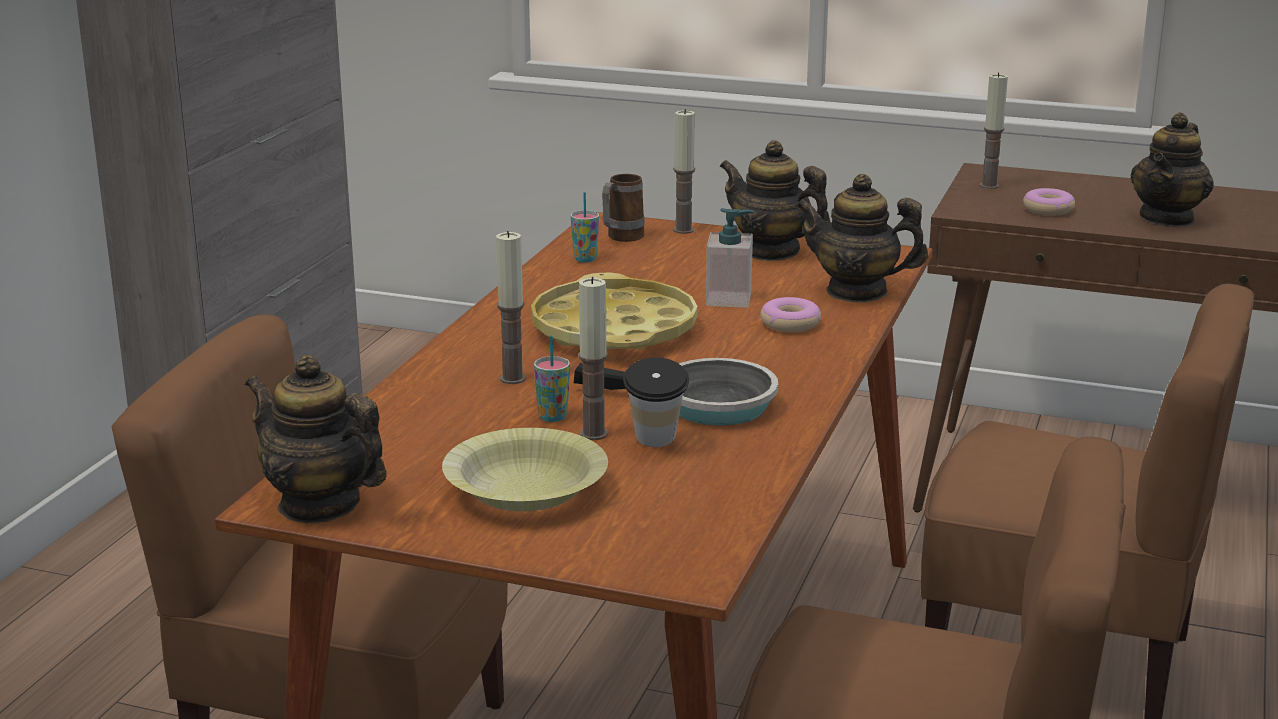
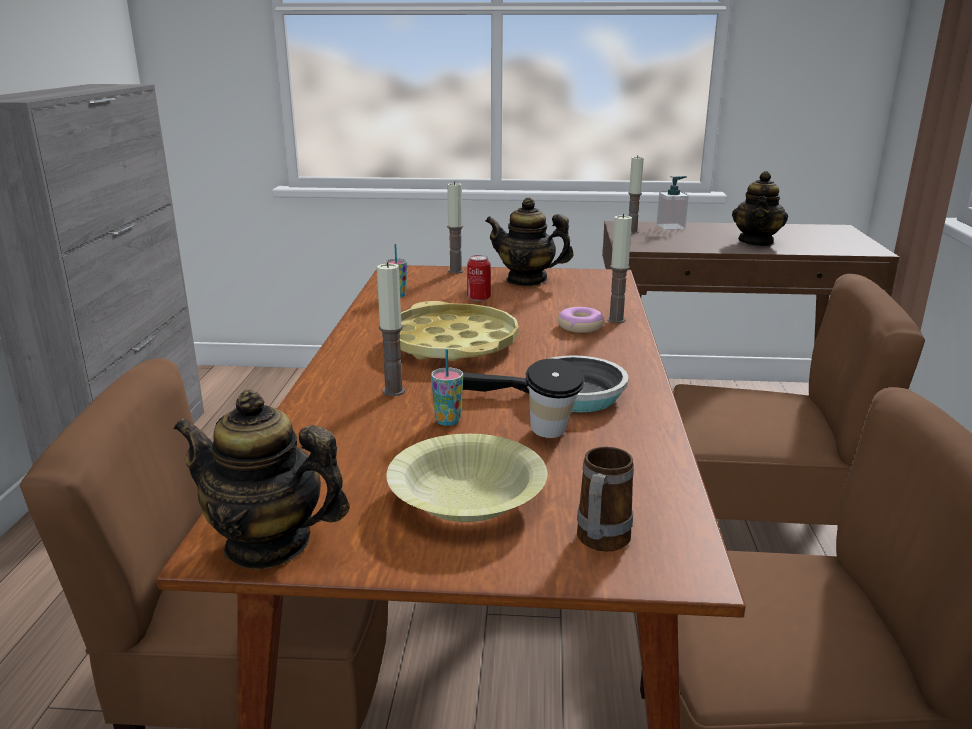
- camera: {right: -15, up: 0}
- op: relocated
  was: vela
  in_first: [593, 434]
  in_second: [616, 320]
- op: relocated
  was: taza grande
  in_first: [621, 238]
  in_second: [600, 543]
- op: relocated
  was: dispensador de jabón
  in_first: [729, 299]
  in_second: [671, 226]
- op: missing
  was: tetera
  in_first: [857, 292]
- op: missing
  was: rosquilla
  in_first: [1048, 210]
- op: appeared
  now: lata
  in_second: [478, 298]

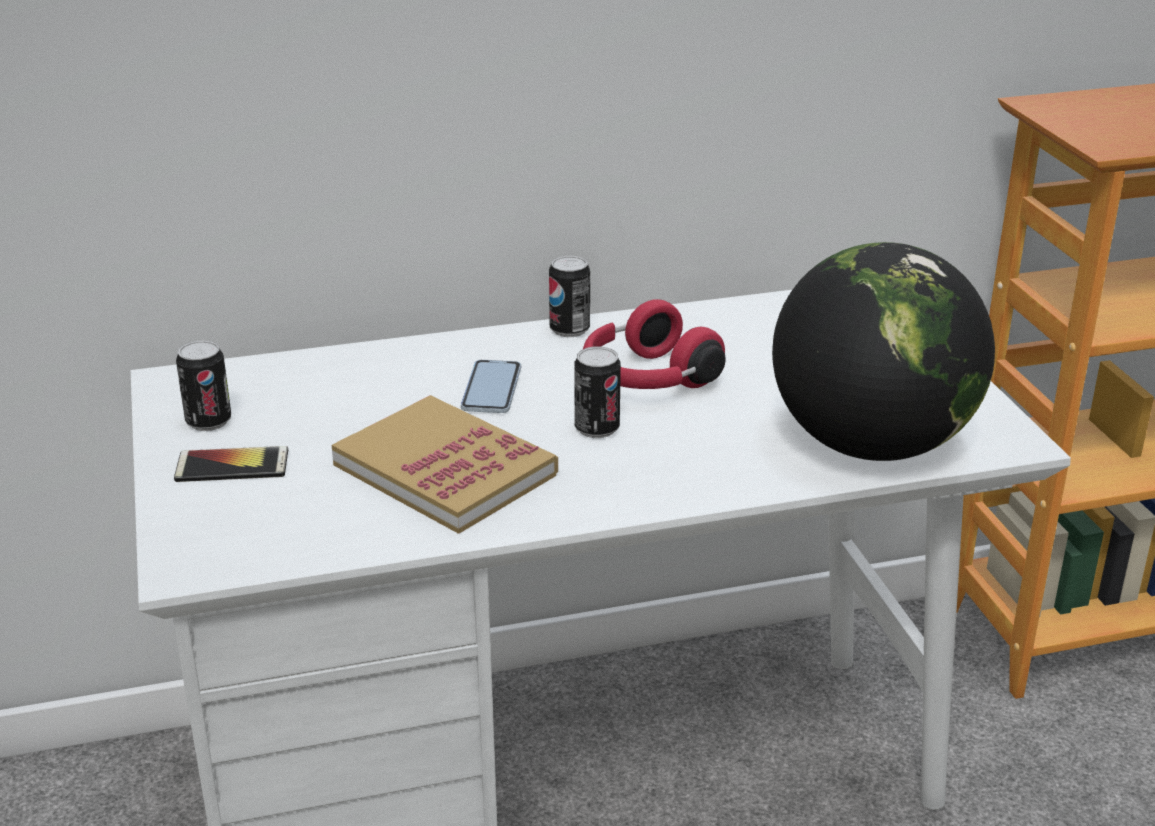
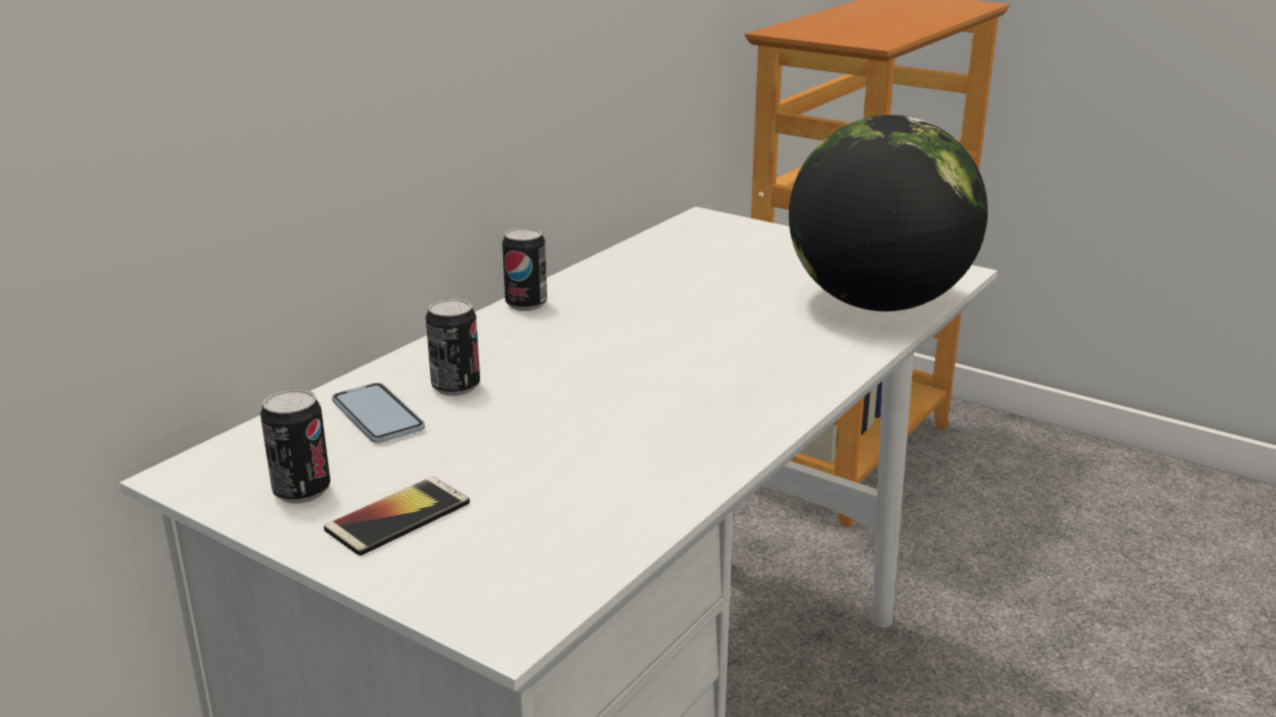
- camera: {right: -40, up: -5}
- op: missing
  was: libro
  in_first: [445, 469]
- op: relocated
  was: móvil
  in_first: [491, 389]
  in_second: [377, 415]
- op: relocated
  was: lata
  in_first: [597, 428]
  in_second: [456, 387]
- op: missing
  was: auriculares [rojo]
  in_first: [646, 379]

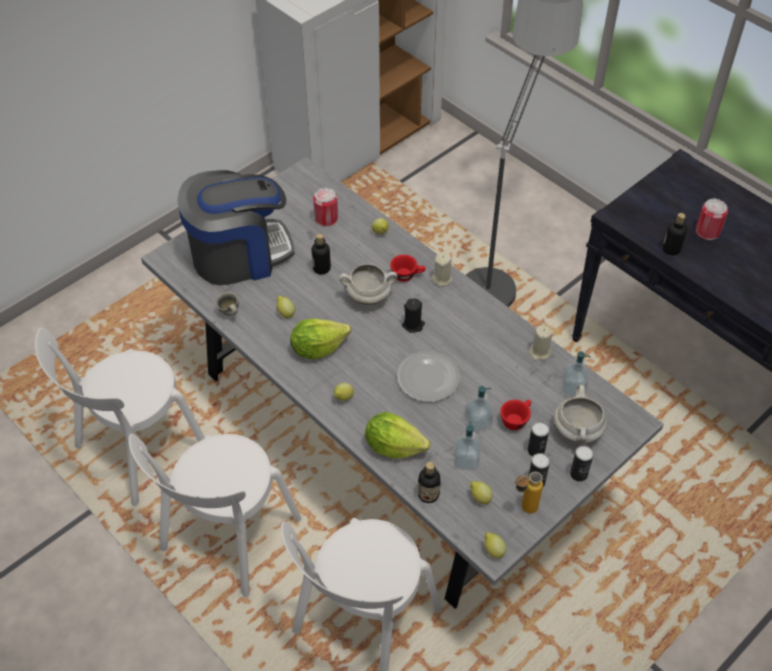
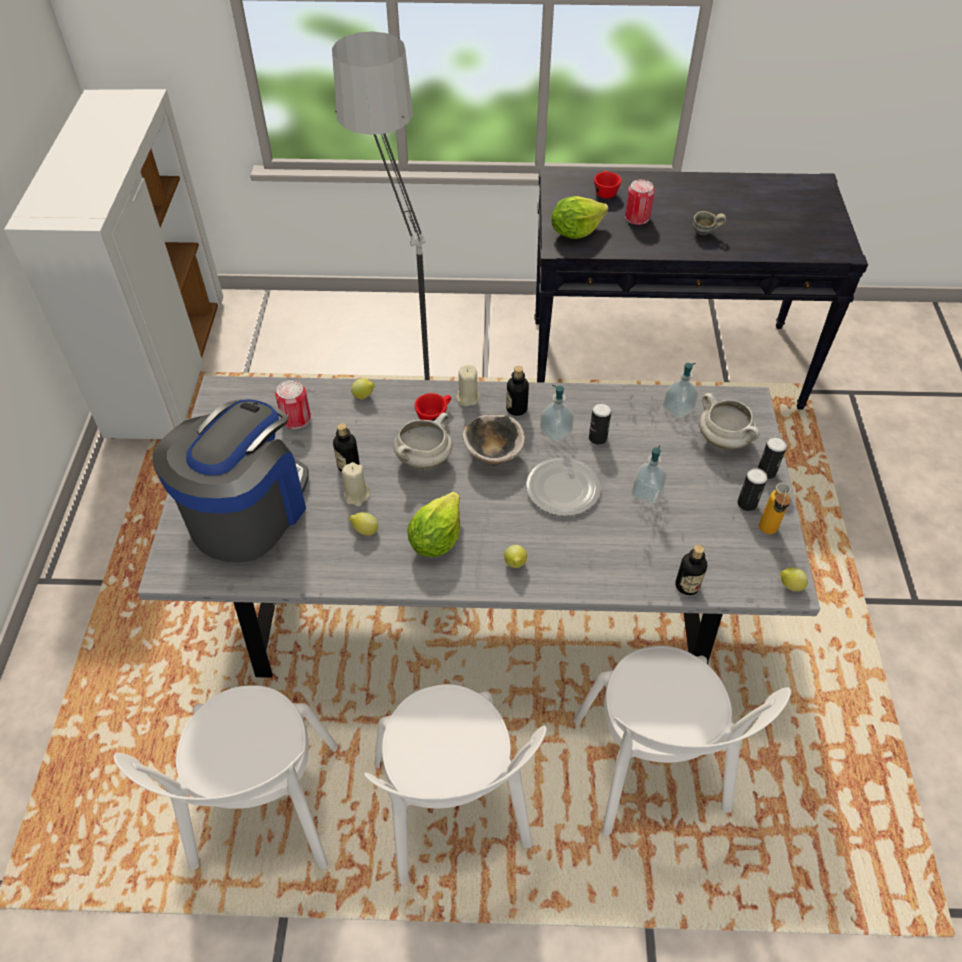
- camera: {right: -45, up: 0}
- op: relocated
  was: taza grande [gris]
  in_first: [229, 314]
  in_second: [704, 234]
- op: relocated
  was: lechuga
  in_first: [394, 446]
  in_second: [575, 231]
- op: exchanged
  was: vela [negro]
  now: cuenco
  in_first: [413, 325]
  in_second: [493, 454]
- op: relocated
  was: dispensador de jabón
  in_first: [466, 460]
  in_second: [555, 432]
- op: missing
  was: limón
  in_first: [480, 498]
- op: relocated
  was: taza [rojo]
  in_first: [516, 419]
  in_second: [605, 192]
- op: relocated
  was: lata
  in_first: [536, 450]
  in_second: [597, 438]
- op: relocated
  was: vela [beis]
  in_first: [539, 352]
  in_second: [357, 495]
- op: relocated
  was: botella
  in_first: [671, 249]
  in_second: [516, 408]

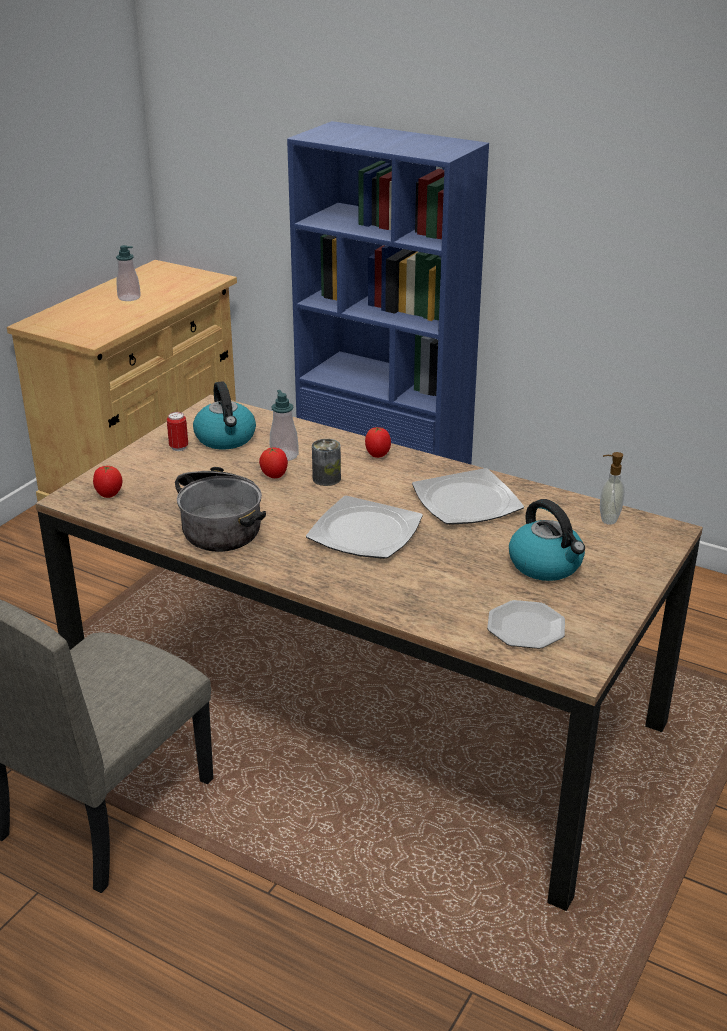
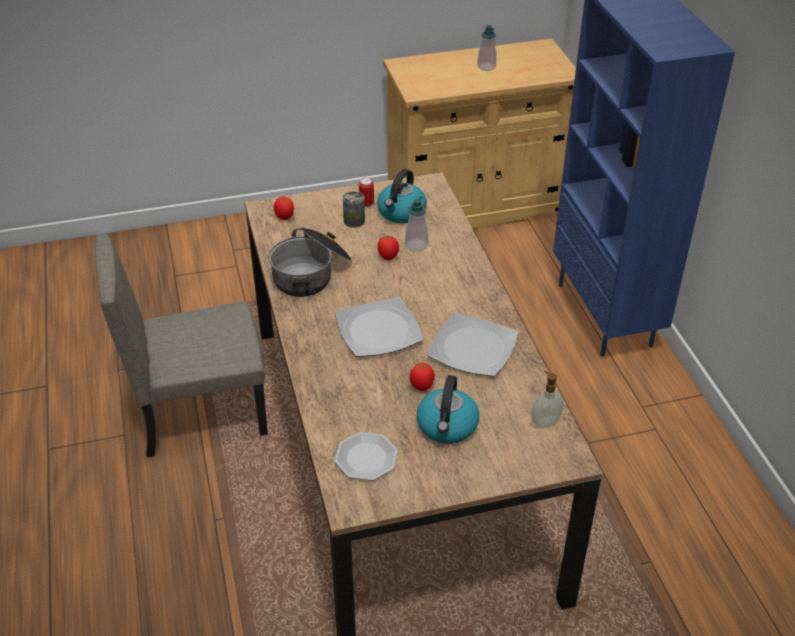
- camera: {right: 45, up: 10}
- op: relocated
  was: lata
  in_first: [326, 478]
  in_second: [354, 221]
- op: relocated
  was: tomate
  in_first: [377, 455]
  in_second: [422, 387]

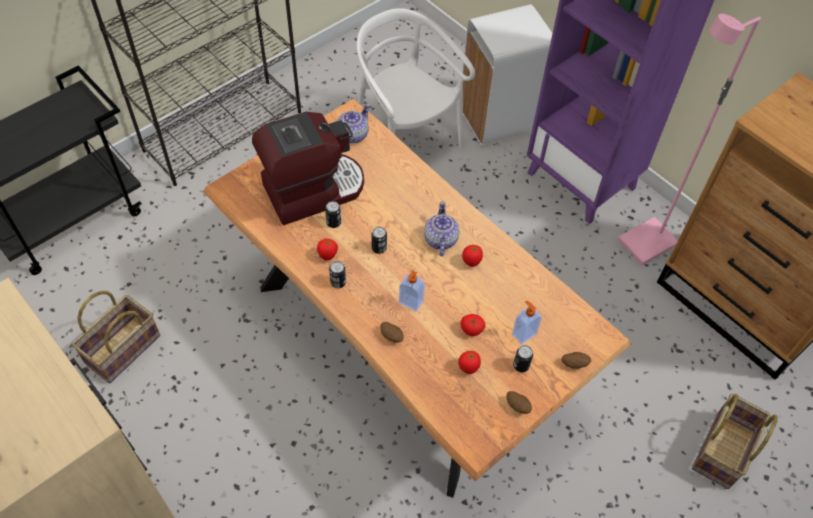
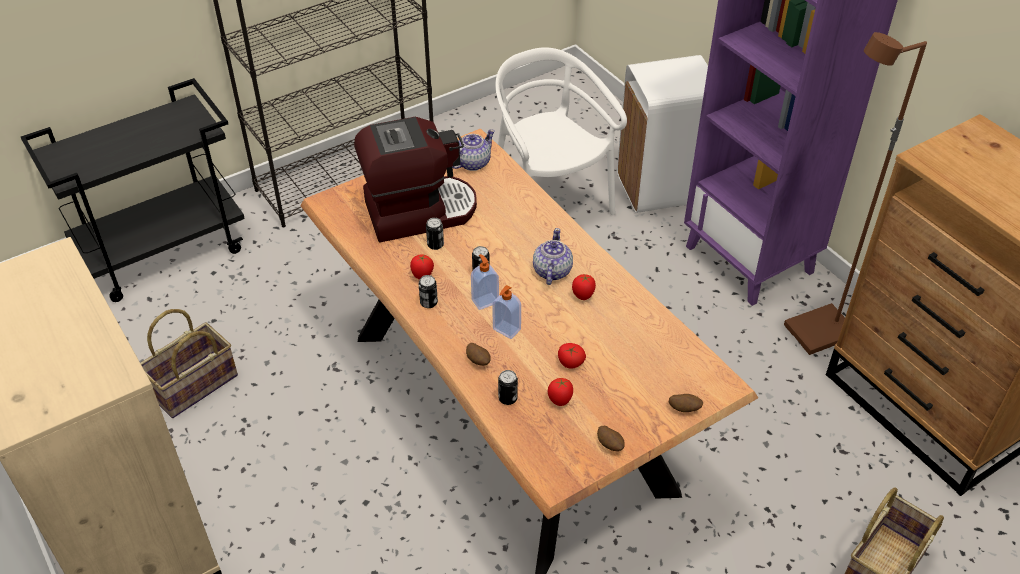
- camera: {right: 10, up: -10}
- op: relocated
  was: dispensador de jabón
  in_first: [523, 334]
  in_second: [484, 301]
- op: relocated
  was: lata
  in_first: [521, 366]
  in_second: [507, 398]
- op: colour
  was: lámpara de pie [rosa]
  now: lámpara de pie [marrón]
  in_first: [647, 244]
  in_second: [820, 333]

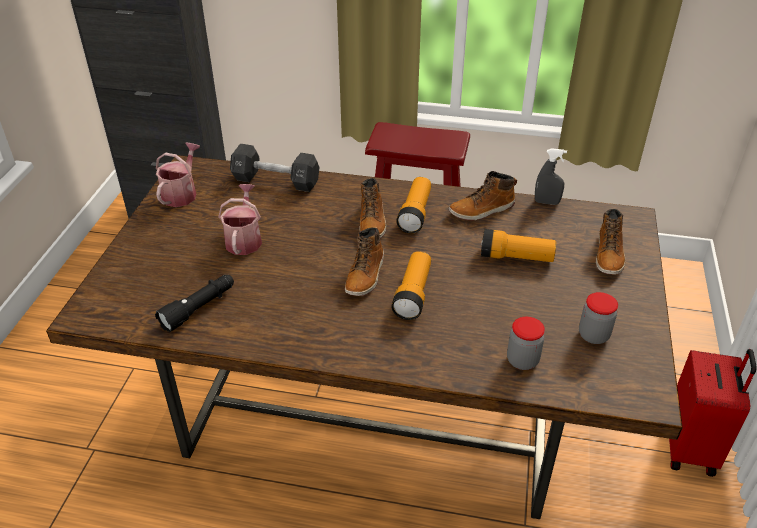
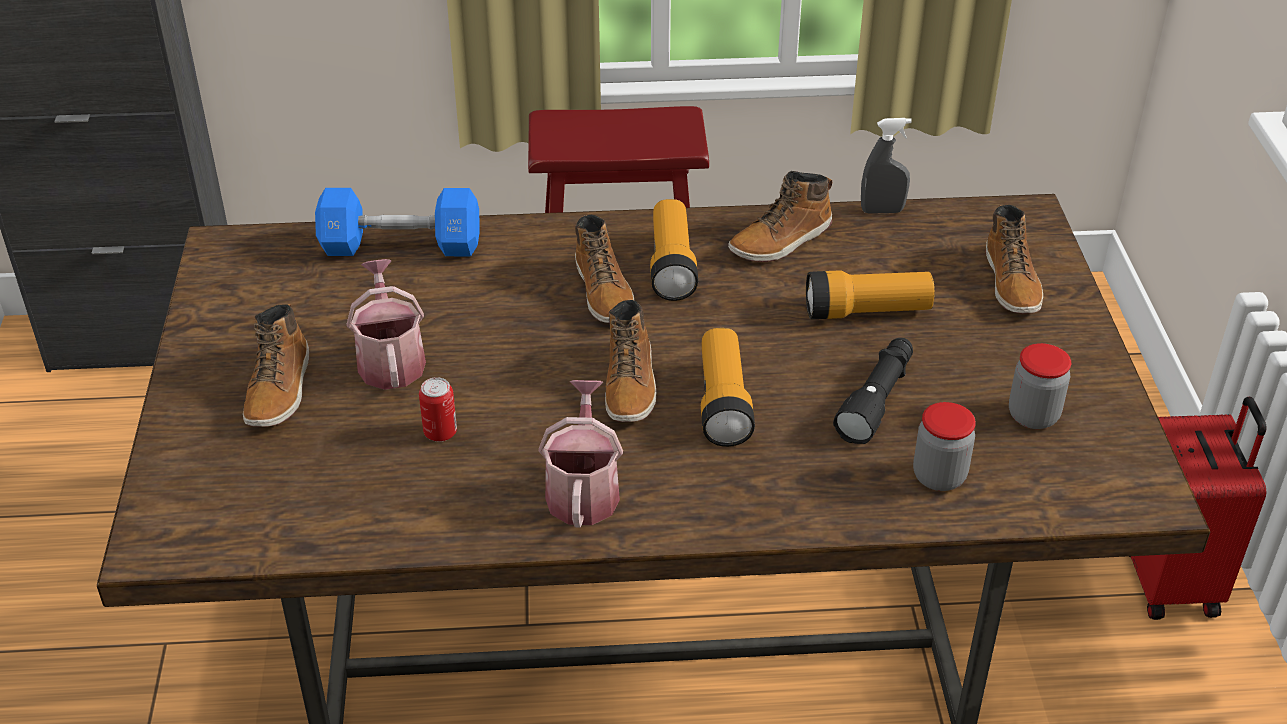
- camera: {right: -15, up: 0}
- op: relocated
  was: linterna [negro]
  in_first: [199, 308]
  in_second: [877, 400]
- op: relocated
  was: regadera
  in_first: [181, 193]
  in_second: [583, 489]
- op: colour
  was: mancuerna [negro]
  now: mancuerna [azul]
  in_first: [276, 181]
  in_second: [401, 246]
- op: appeared
  now: bota
  in_second: [280, 389]
- op: appeared
  now: lata
  in_second: [440, 432]

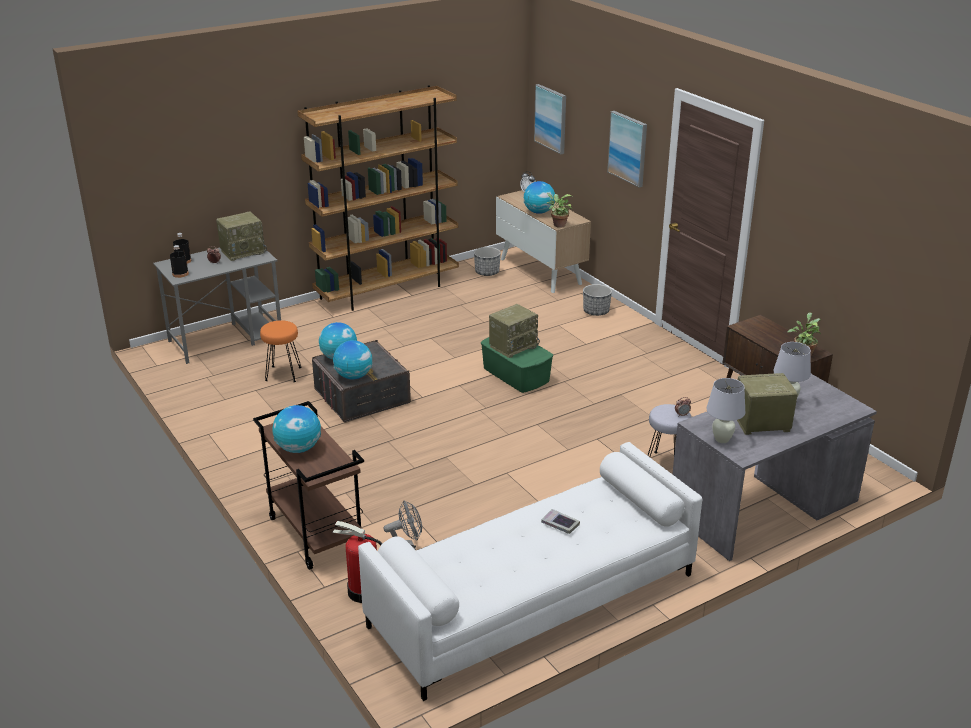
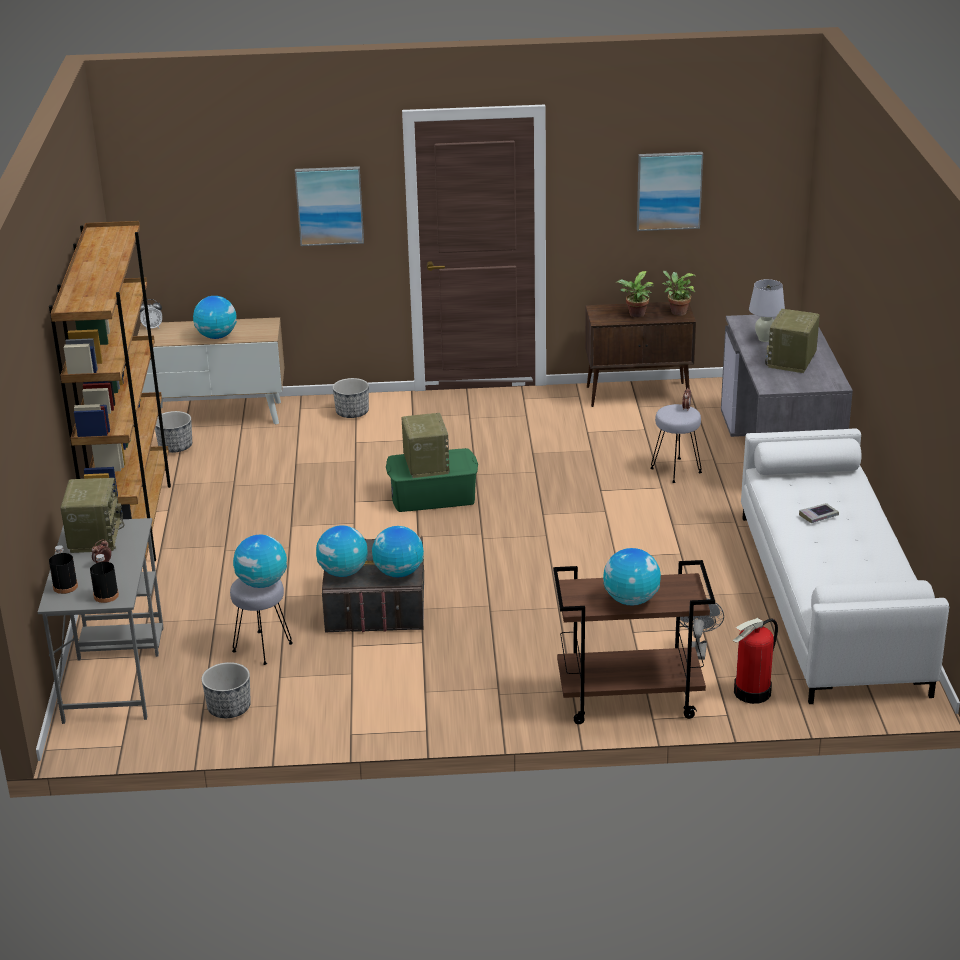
- camera: {right: -60, up: 0}
- op: colour
  was: taburete [naranja]
  now: taburete [gris]
  in_first: [283, 374]
  in_second: [263, 648]
- op: relocated
  was: cuadro
  in_first: [551, 118]
  in_second: [669, 190]
- op: relocated
  was: planta en maceta
  in_first: [557, 225]
  in_second: [635, 315]
- op: missing
  was: lámpara de mesa [blanco]
  in_first: [721, 439]
- op: appeared
  now: maceta
  in_second: [229, 708]
- op: appeared
  now: globo terráqueo
  in_second: [262, 583]

